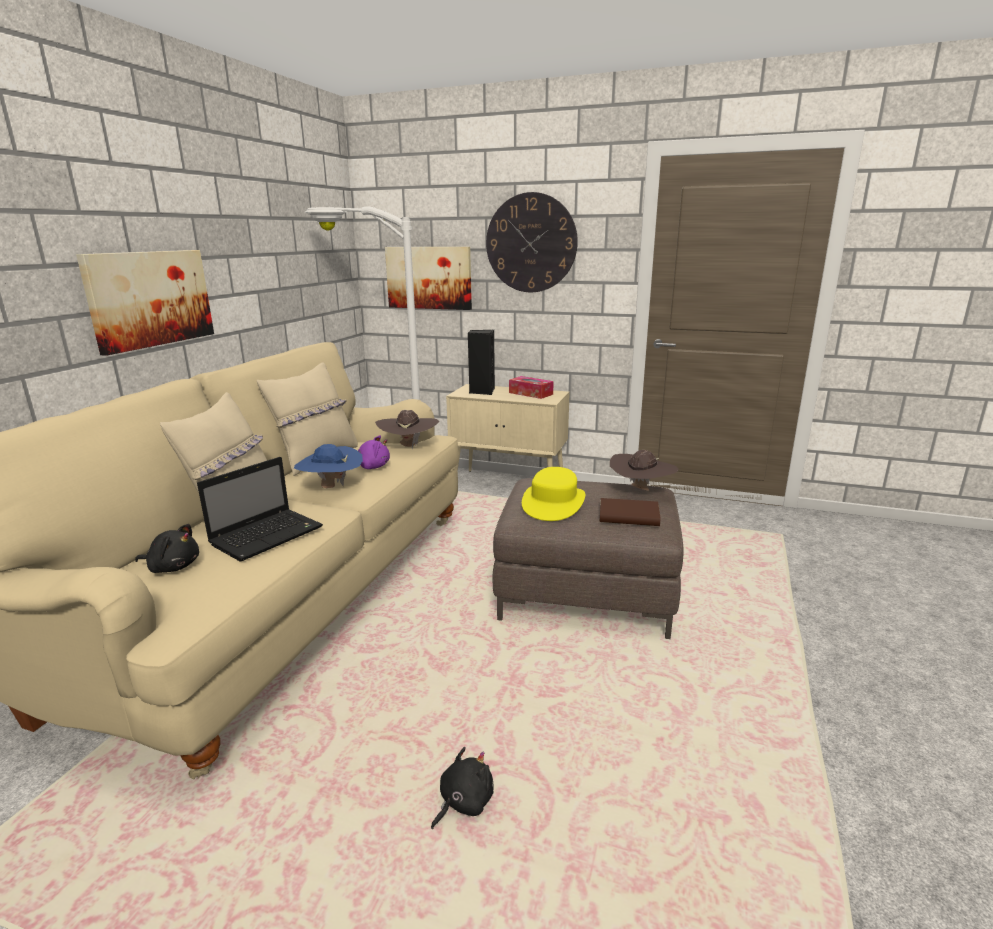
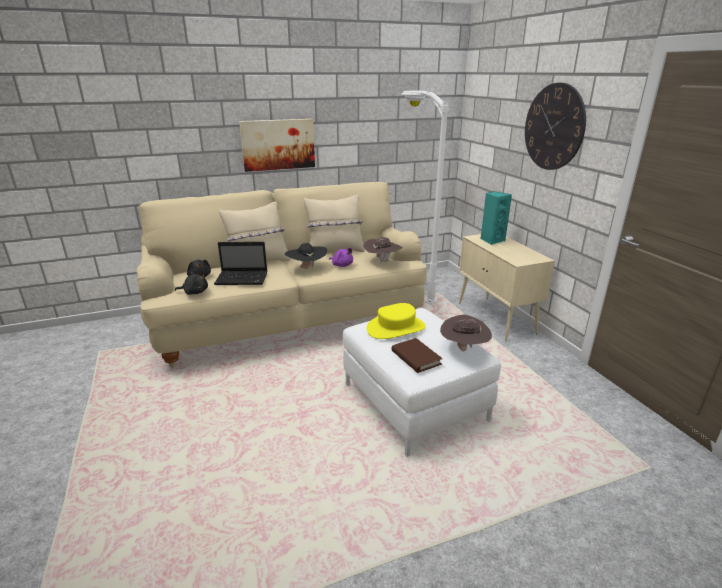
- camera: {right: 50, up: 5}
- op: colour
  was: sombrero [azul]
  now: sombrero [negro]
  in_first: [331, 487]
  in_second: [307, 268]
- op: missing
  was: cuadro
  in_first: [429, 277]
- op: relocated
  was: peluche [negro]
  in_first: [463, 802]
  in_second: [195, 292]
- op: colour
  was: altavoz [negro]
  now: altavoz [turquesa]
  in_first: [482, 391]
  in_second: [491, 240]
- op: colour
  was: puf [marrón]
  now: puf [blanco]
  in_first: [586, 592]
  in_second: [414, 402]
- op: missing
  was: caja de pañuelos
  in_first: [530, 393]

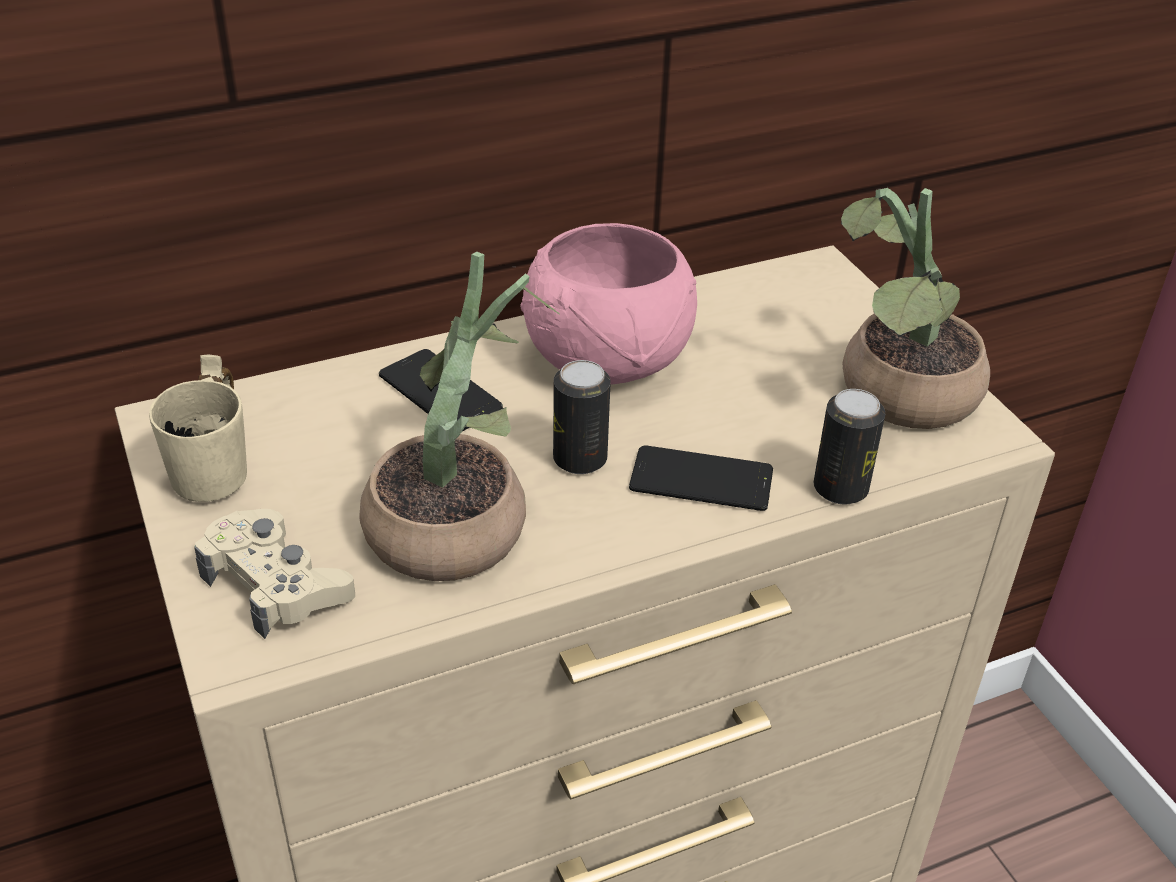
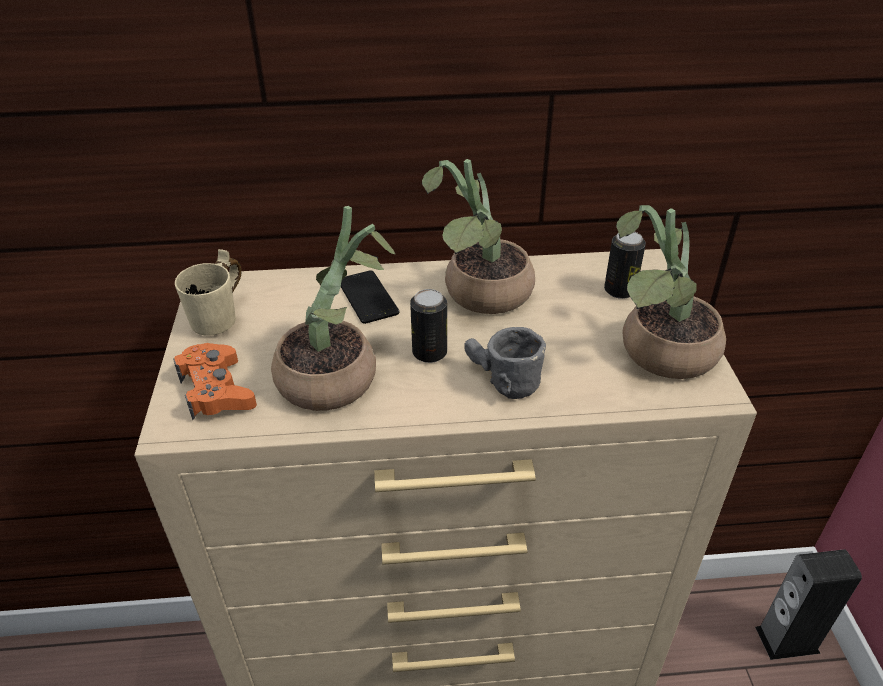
- camera: {right: 20, up: 0}
- op: colour
  was: mando de consola [beis]
  now: mando de consola [naranja]
  in_first: [276, 584]
  in_second: [216, 390]
- op: exchanged
  was: cuenco [rosa]
  now: planta en maceta
  in_first: [611, 360]
  in_second: [480, 296]
- op: exchanged
  was: móvil
  now: taza grande [gris]
  in_first: [701, 480]
  in_second: [499, 381]
- op: relocated
  was: lata
  in_first: [840, 489]
  in_second: [619, 290]
- op: appeared
  now: altavoz
  in_second: [787, 640]

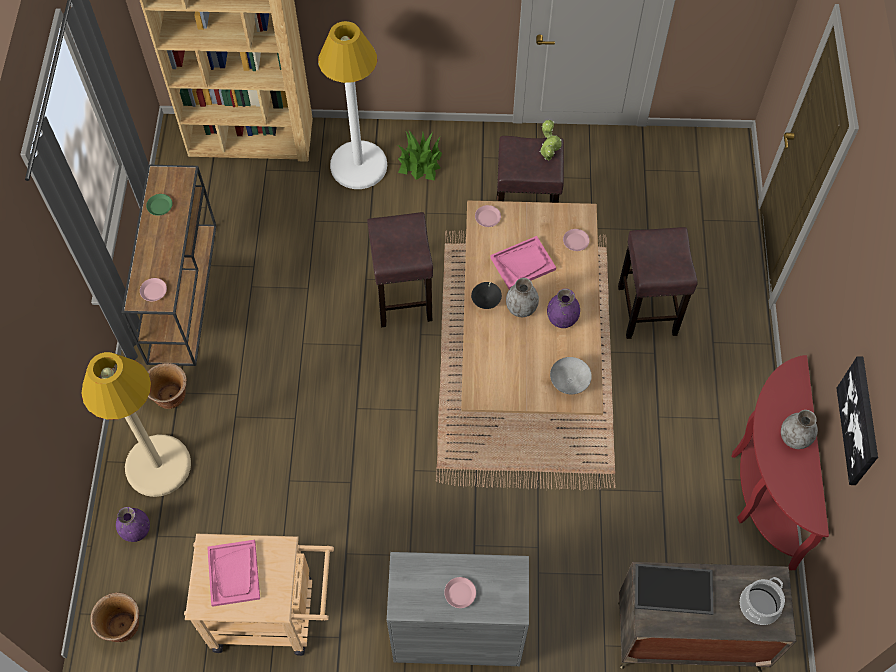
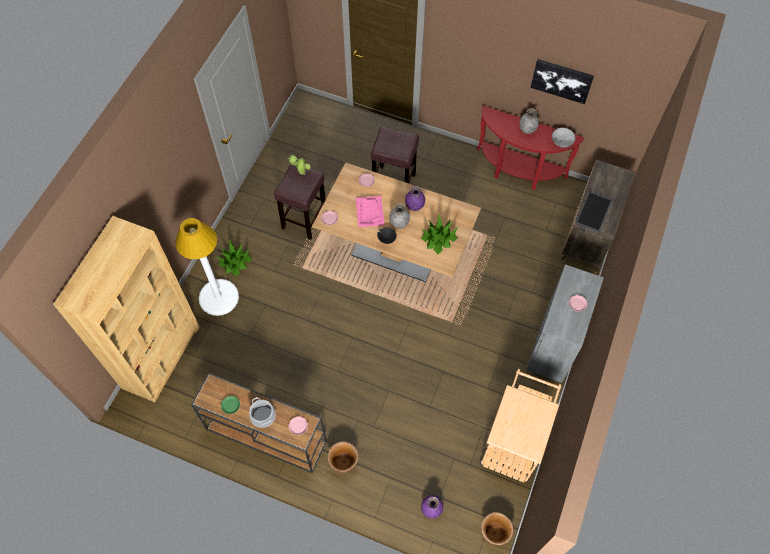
- camera: {right: -70, up: 0}
- op: missing
  was: lámpara de pie [beis]
  in_first: [158, 465]
- op: missing
  was: bandeja [rosa]
  in_first: [234, 573]
- op: missing
  was: taburete [marrón]
  in_first: [402, 297]
- op: relocated
  was: cuenco [gris]
  in_first: [568, 382]
  in_second: [561, 142]
- op: relocated
  was: olla
  in_first: [759, 606]
  in_second: [263, 416]
- op: appeared
  now: planta en maceta
  in_second: [438, 238]

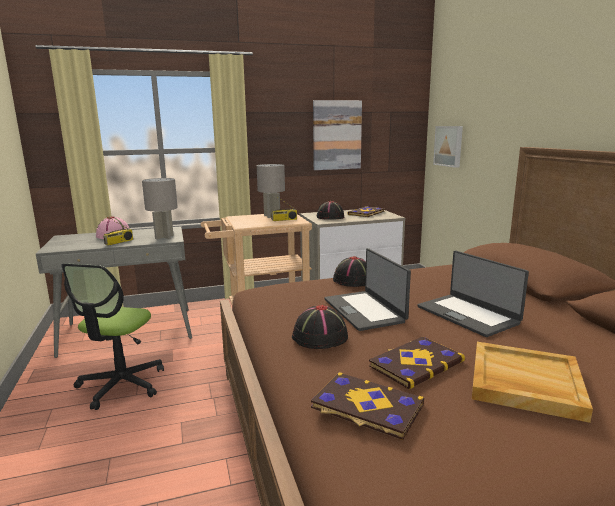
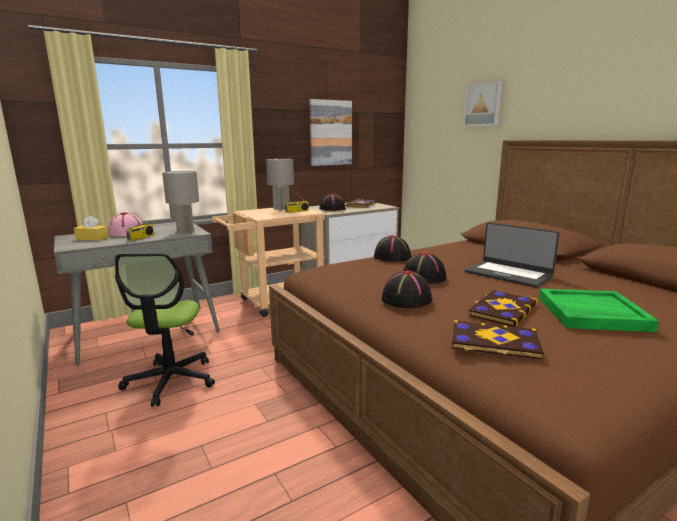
- camera: {right: -15, up: 0}
- op: exchanged
  was: portátil
  now: sombrero [negro]
  in_first: [364, 310]
  in_second: [424, 277]
- op: relocated
  was: cuadro
  in_first: [449, 146]
  in_second: [483, 105]
- op: colour
  was: bandeja [beis]
  now: bandeja [verde]
  in_first: [524, 383]
  in_second: [591, 313]
- op: appeared
  now: caja de pañuelos [amarillo]
  in_second: [92, 238]

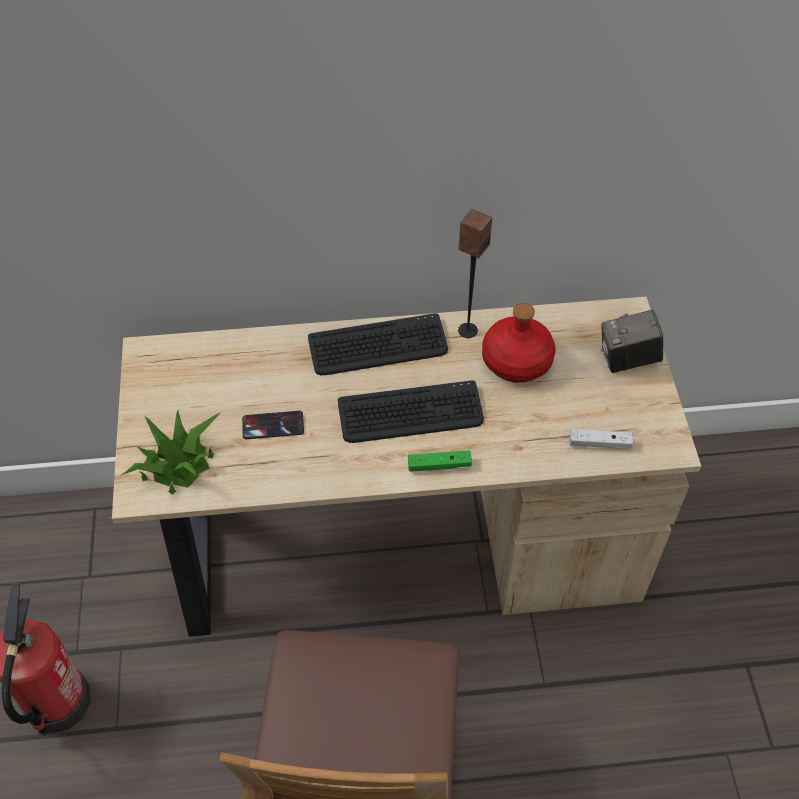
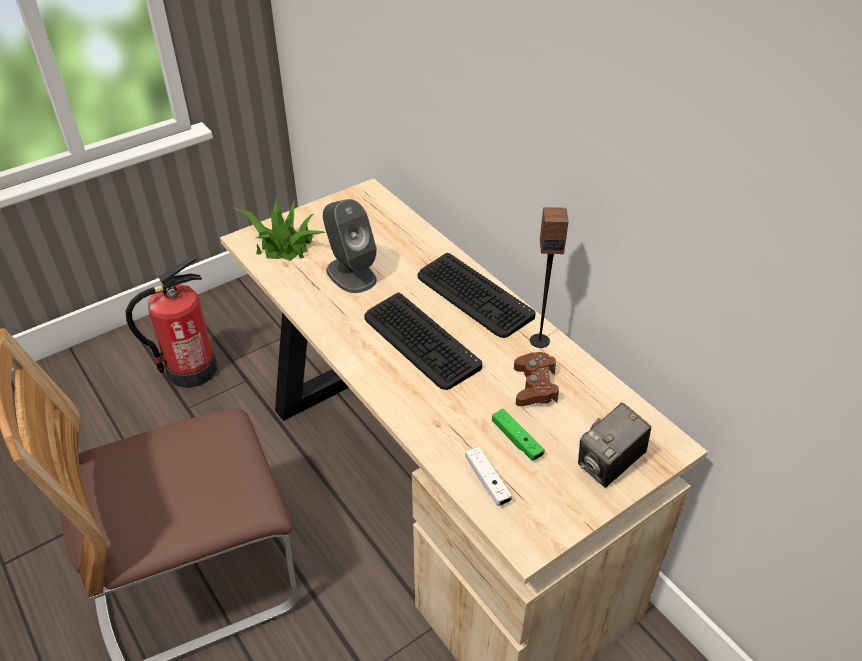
- camera: {right: 60, up: -10}
- op: exchanged
  was: móvil
  now: altavoz [gris]
  in_first: [273, 425]
  in_second: [350, 274]
- op: relocated
  was: mando de consola [verde]
  in_first: [439, 465]
  in_second: [516, 440]
- op: exchanged
  was: botella [rojo]
  now: mando de consola [marrón]
  in_first: [517, 361]
  in_second: [535, 386]
- op: spun
  was: cámara
  in_first: [627, 360]
  in_second: [609, 465]
  clockwise: -90

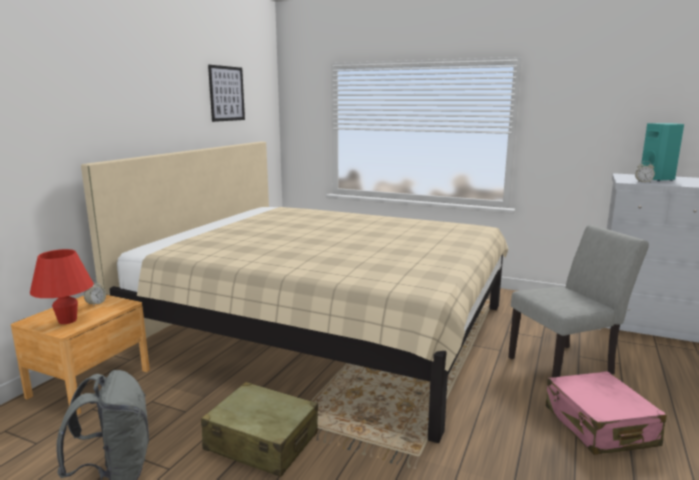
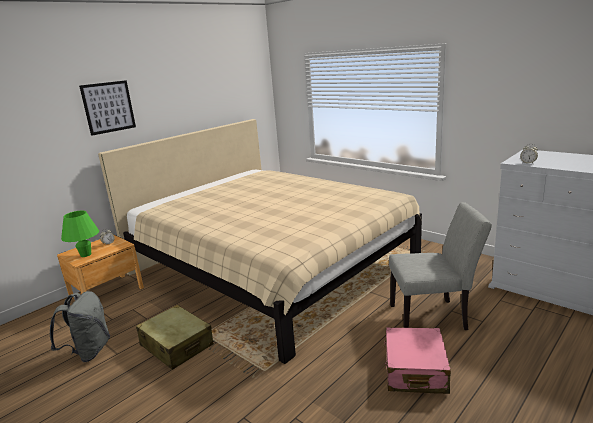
- camera: {right: 20, up: 5}
- op: colour
  was: lámpara de mesa [rojo]
  now: lámpara de mesa [verde]
  in_first: [67, 320]
  in_second: [86, 254]
- op: relocated
  was: cuadro
  in_first: [227, 93]
  in_second: [108, 107]
- op: missing
  was: altavoz [turquesa]
  in_first: [658, 179]

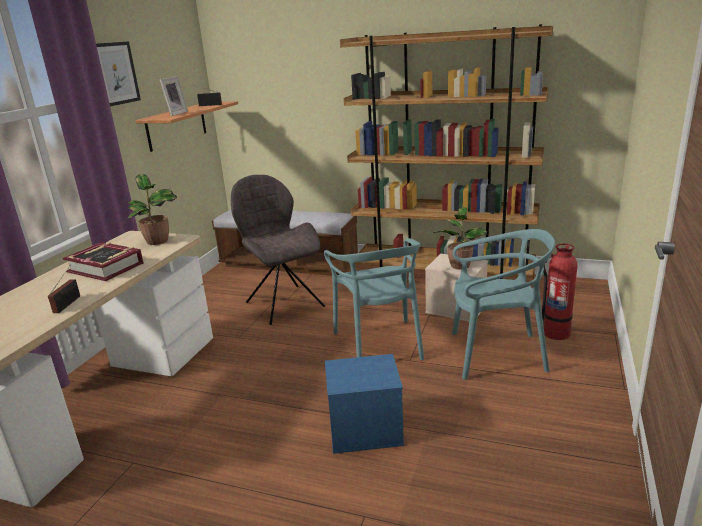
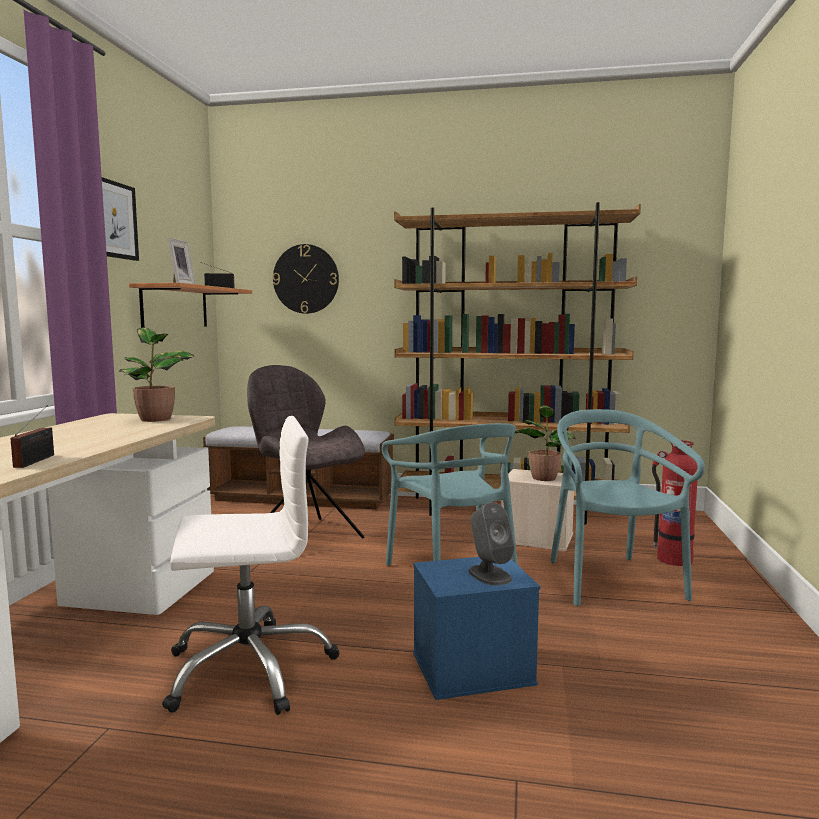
- camera: {right: -10, up: -15}
- op: missing
  was: libro
  in_first: [106, 267]
- op: spun
  was: silla [turquesa]
  in_first: [496, 354]
  in_second: [611, 581]
  clockwise: -90
- op: appeared
  now: silla de oficina [blanco]
  in_second: [249, 668]
- op: appeared
  now: reloj de pared
  in_second: [306, 279]
- op: appeared
  now: altavoz [gris]
  in_second: [489, 575]

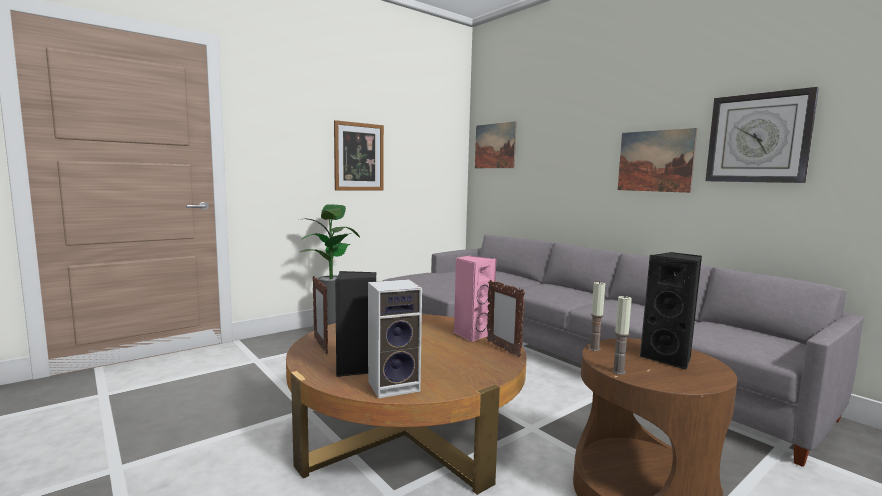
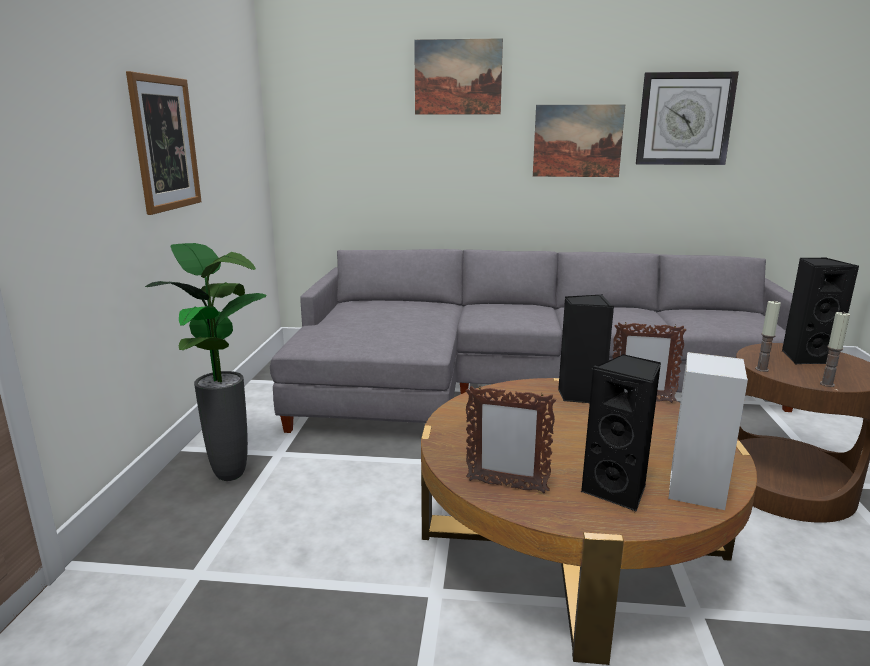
- camera: {right: -45, up: 10}
- op: colour
  was: altavoz [rosa]
  now: altavoz [negro]
  in_first: [472, 334]
  in_second: [580, 395]
- op: relocated
  was: cuadro
  in_first: [495, 146]
  in_second: [458, 77]

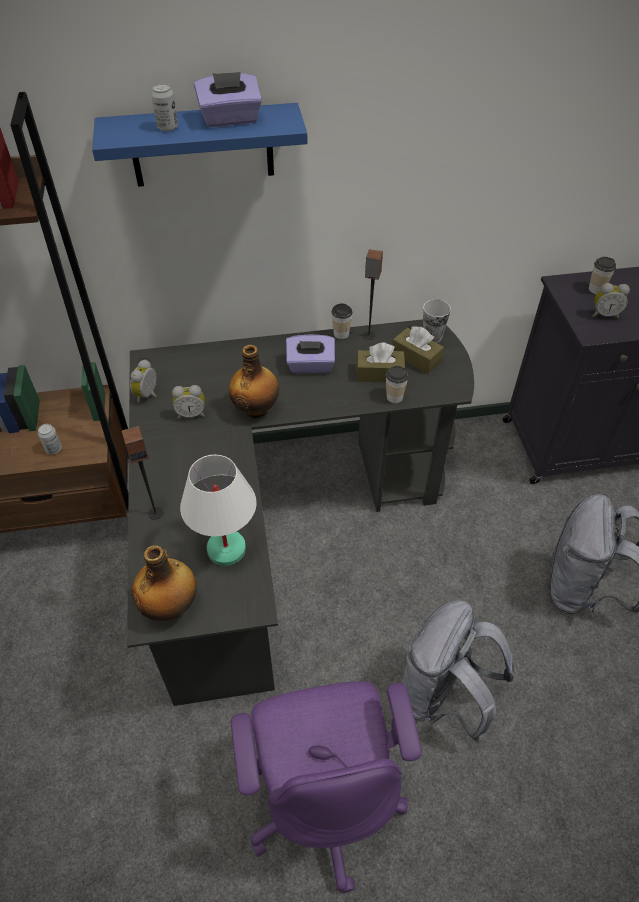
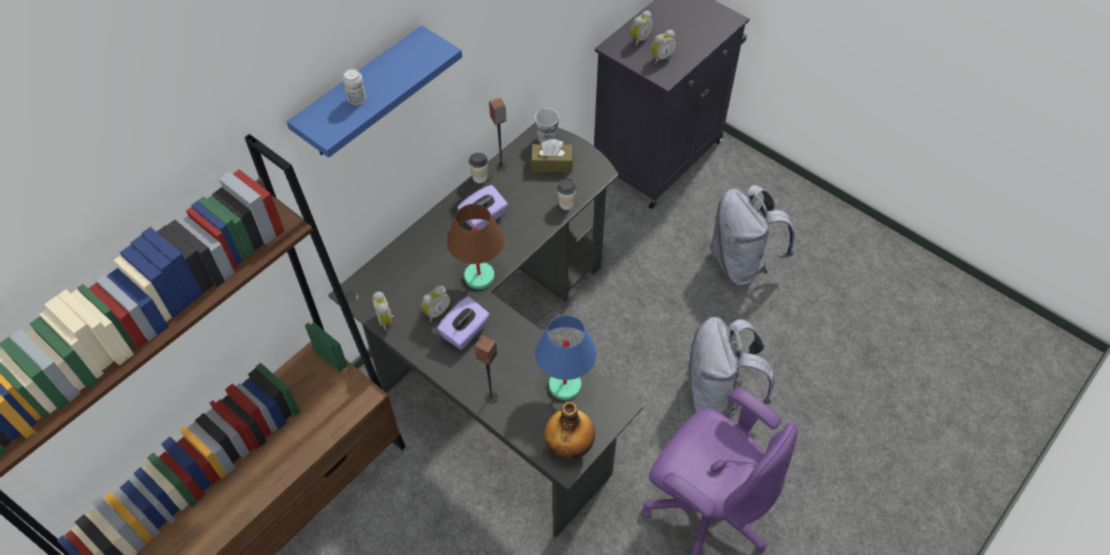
- camera: {right: -40, up: 5}
- op: missing
  was: lata
  in_first: [54, 449]
- op: colour
  was: lámpara de mesa [blanco]
  now: lámpara de mesa [azul]
  in_first: [227, 549]
  in_second: [565, 385]
- op: relocated
  was: caja de pañuelos [morado]
  in_first: [230, 119]
  in_second: [465, 332]
- op: exchanged
  was: botella
  now: lámpara de mesa [marrón]
  in_first: [256, 409]
  in_second: [479, 276]
- op: missing
  was: caja de pañuelos [marrón]
  in_first: [379, 373]
- op: exchanged
  was: taza
  now: despertador
  in_first: [596, 289]
  in_second: [639, 39]

